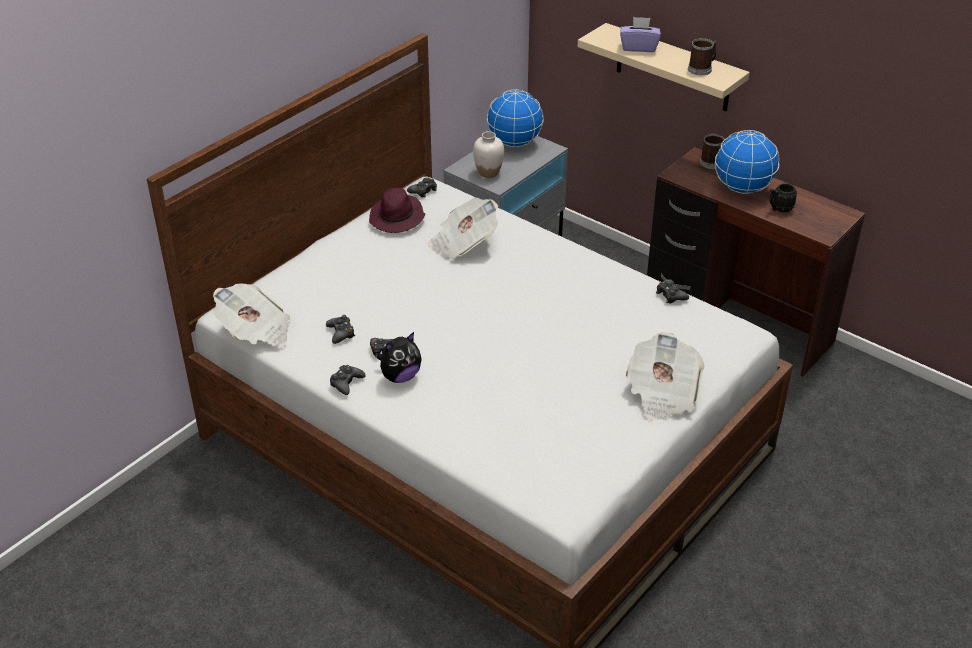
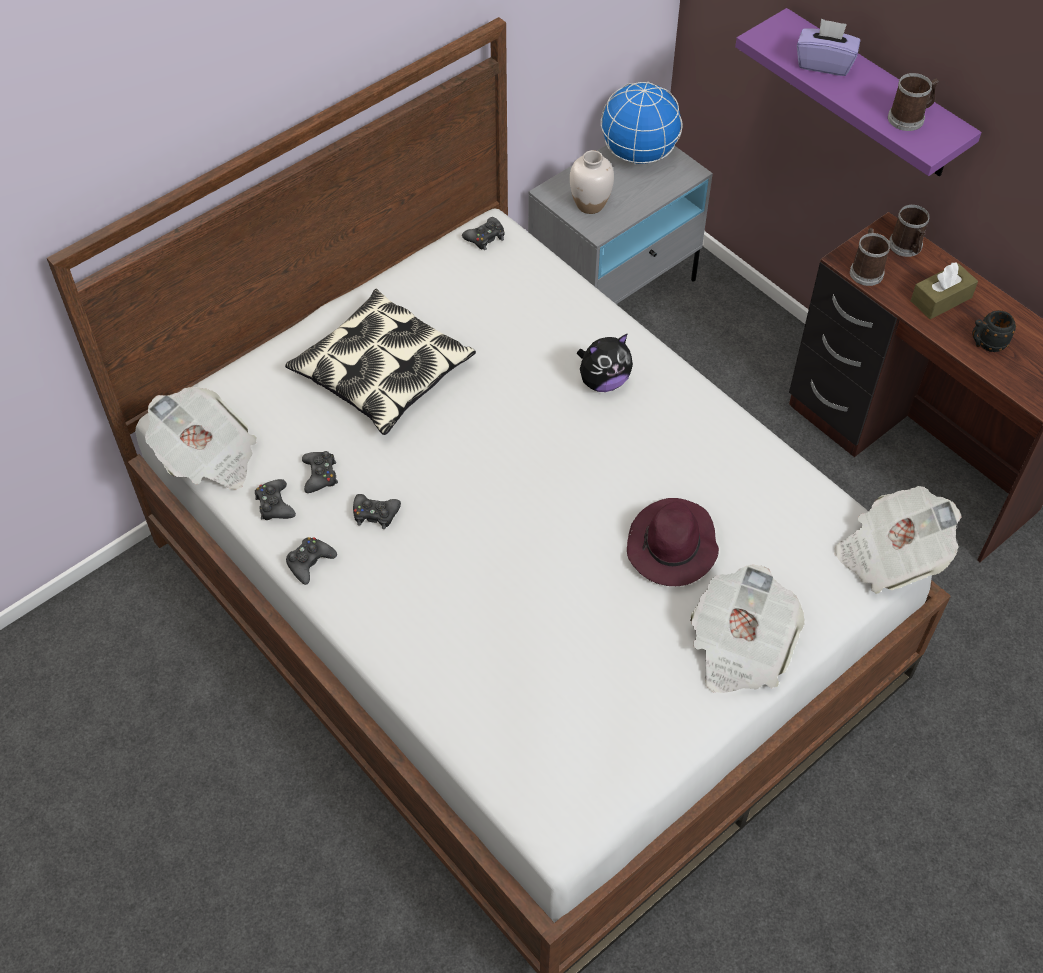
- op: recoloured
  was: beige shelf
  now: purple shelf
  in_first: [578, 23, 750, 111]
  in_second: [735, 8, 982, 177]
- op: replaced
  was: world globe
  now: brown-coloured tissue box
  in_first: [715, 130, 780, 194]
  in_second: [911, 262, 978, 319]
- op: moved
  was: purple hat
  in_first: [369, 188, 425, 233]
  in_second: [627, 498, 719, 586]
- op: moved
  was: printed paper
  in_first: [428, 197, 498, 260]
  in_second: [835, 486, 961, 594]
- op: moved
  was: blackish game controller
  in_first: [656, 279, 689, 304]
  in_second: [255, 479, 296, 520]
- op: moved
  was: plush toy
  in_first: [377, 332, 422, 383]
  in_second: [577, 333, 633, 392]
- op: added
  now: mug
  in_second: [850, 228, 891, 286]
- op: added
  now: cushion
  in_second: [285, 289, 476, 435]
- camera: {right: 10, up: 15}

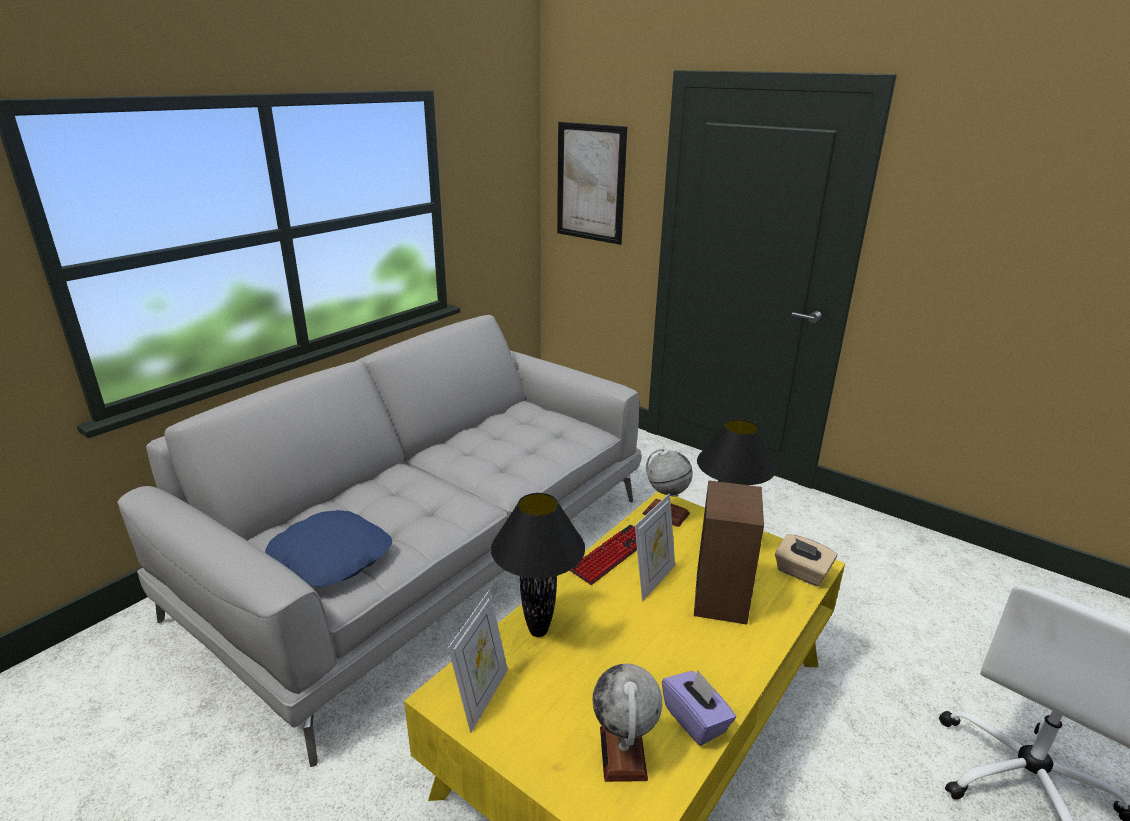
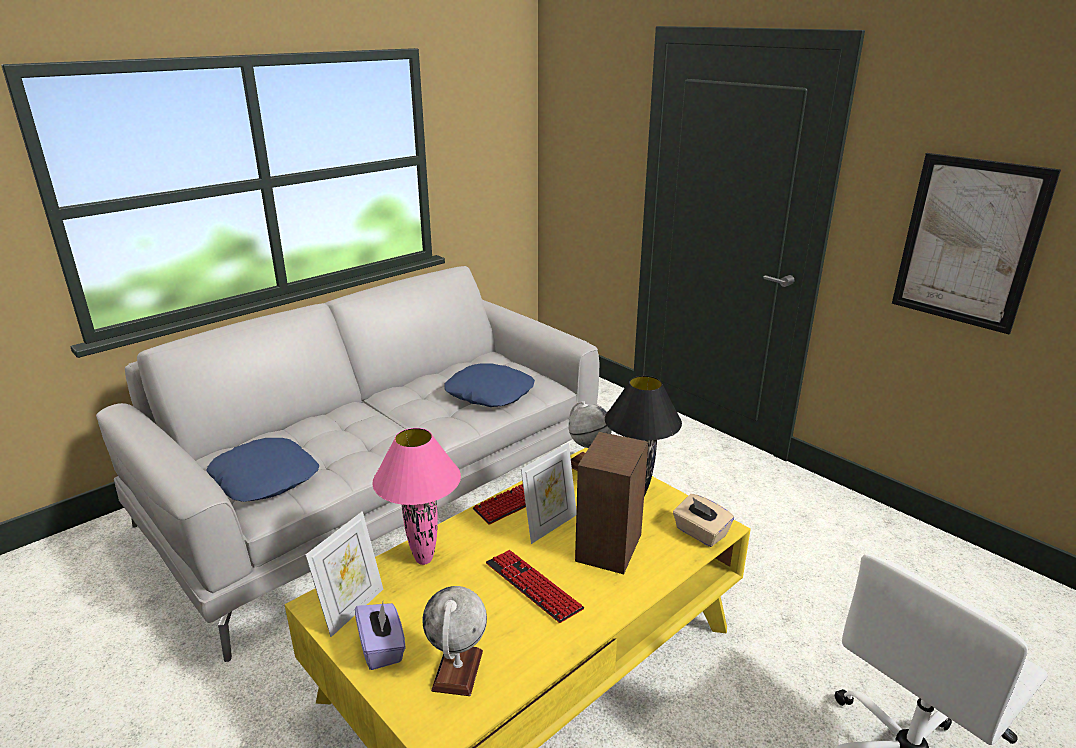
- op: moved
  was: picture
  in_first: [557, 122, 627, 245]
  in_second: [892, 153, 1061, 334]
- op: recoloured
  was: blackish tabletop lamp
  now: pinkish tabletop lamp
  in_first: [491, 493, 585, 637]
  in_second: [373, 428, 461, 565]
- op: moved
  was: purple tissue box
  in_first: [662, 670, 736, 746]
  in_second: [355, 602, 406, 670]
- op: added
  now: bluish cushion
  in_second: [444, 363, 535, 407]
- op: added
  now: PC keyboard
  in_second: [486, 550, 584, 623]
- camera: {right: 10, up: 0}

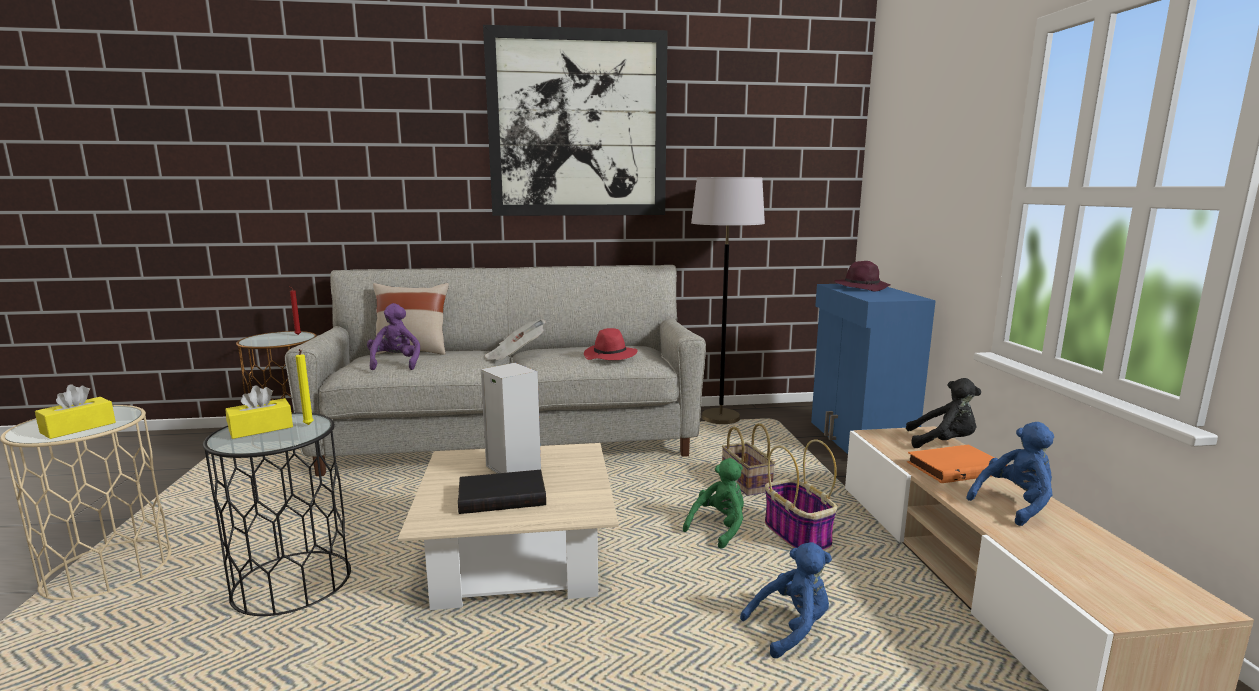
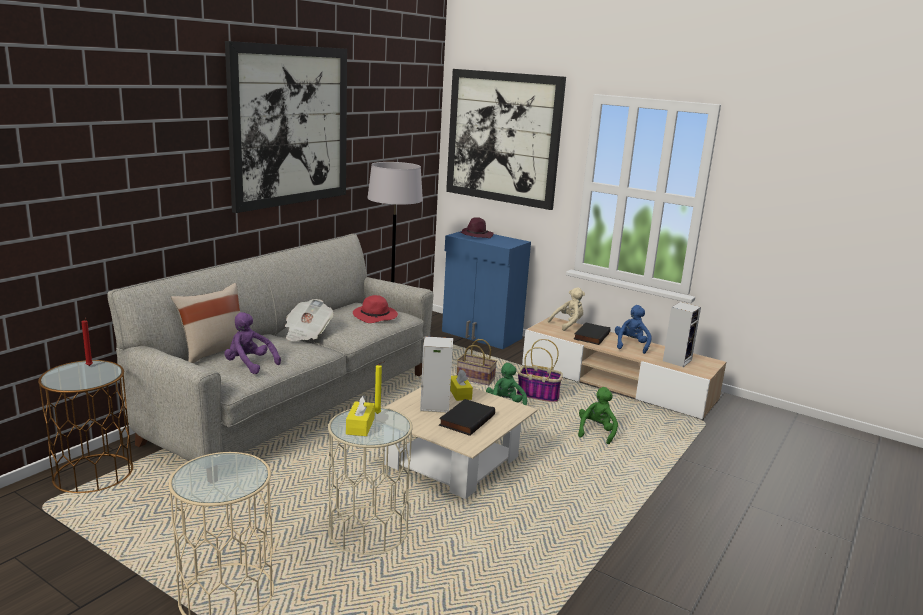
- op: recoloured
  was: blackish plush toy
  now: beige plush toy
  in_first: [906, 378, 981, 448]
  in_second: [548, 287, 585, 331]
- op: moved
  was: yellow tissue box
  in_first: [35, 384, 116, 439]
  in_second: [449, 369, 473, 401]
- op: recoloured
  was: blackish side table
  now: beige side table
  in_first: [203, 413, 351, 616]
  in_second: [328, 407, 413, 555]
- op: recoloured
  was: orange-coloured volume
  now: blackish volume
  in_first: [907, 445, 1007, 483]
  in_second: [574, 323, 611, 345]
- op: recoloured
  was: bluish plush toy
  now: green plush toy
  in_first: [740, 542, 832, 658]
  in_second: [578, 387, 618, 444]
- op: added
  now: picture
  in_second: [446, 69, 566, 210]
- op: added
  now: loudspeaker
  in_second: [663, 302, 701, 367]
- camera: {right: -50, up: 5}

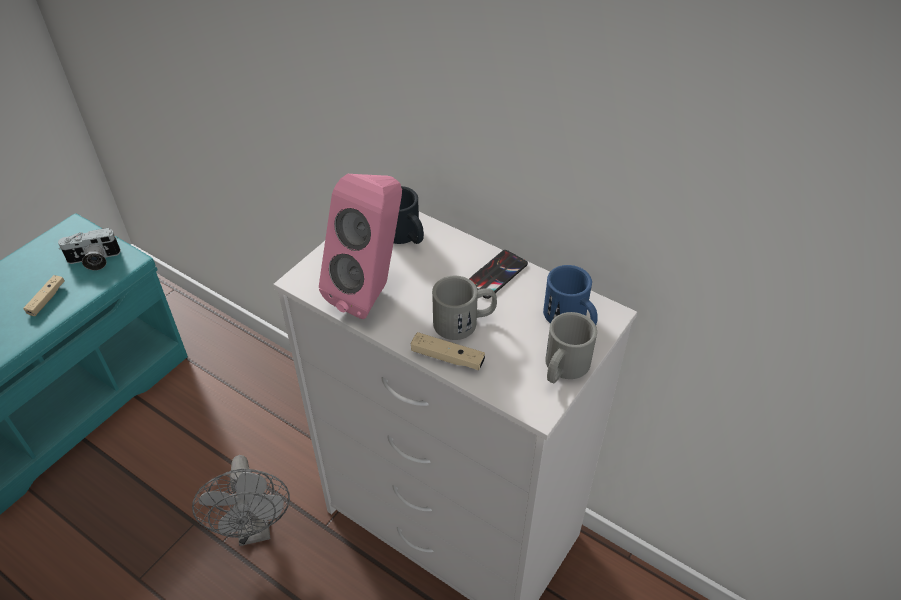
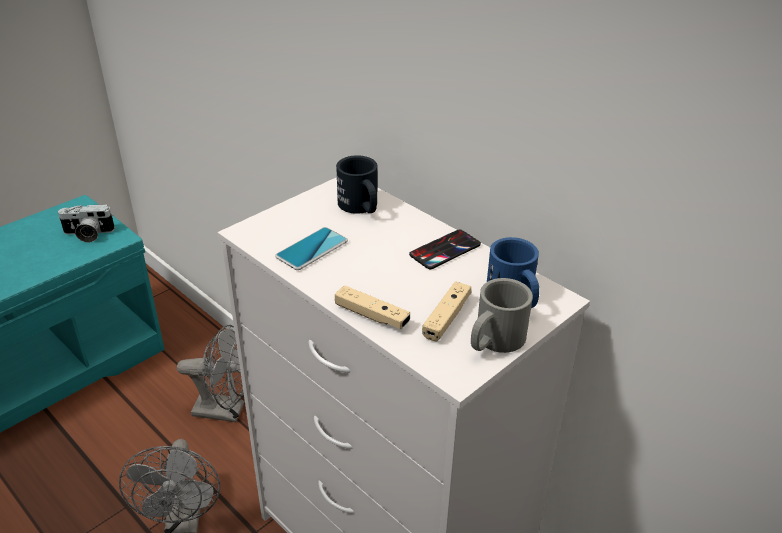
- op: replaced
  was: pinkish loudspeaker
  now: phone
  in_first: [319, 174, 402, 319]
  in_second: [275, 227, 348, 270]
- op: moved
  was: beige game controller
  in_first: [23, 275, 65, 316]
  in_second: [422, 281, 471, 341]
- op: removed
  was: greyish mug
  in_first: [432, 276, 497, 340]
- op: added
  now: greyish cooling fan
  in_second: [177, 325, 245, 422]
- camera: {right: 10, up: -10}

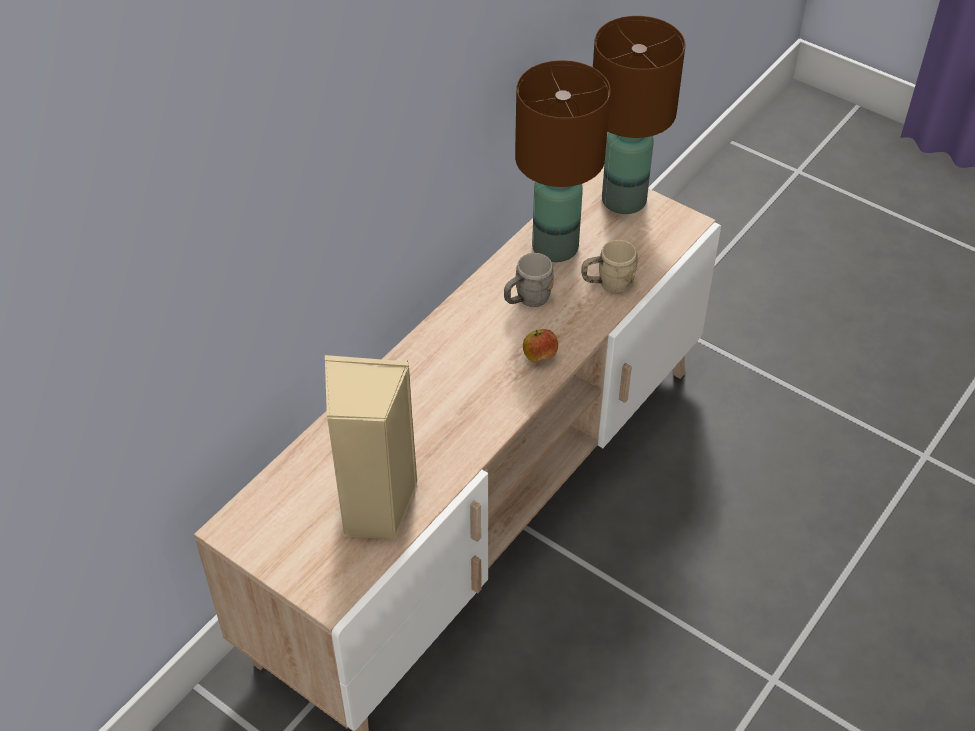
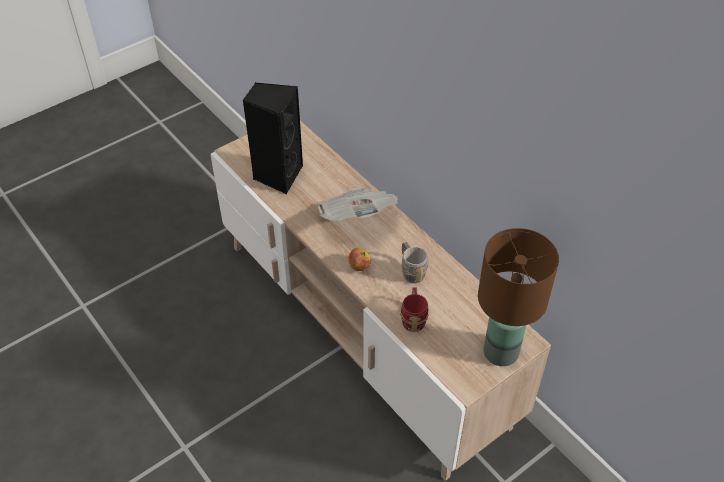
- op: removed
  was: brown-coloured tabletop lamp
  in_first: [515, 60, 611, 262]
- op: recoloured
  was: beige mug
  now: reddish mug
  in_first: [581, 240, 638, 294]
  in_second: [400, 287, 429, 332]
- op: recoloured
  was: beige loudspeaker
  now: blackish loudspeaker
  in_first: [325, 355, 418, 540]
  in_second: [242, 82, 303, 194]
- op: added
  now: printed paper
  in_second: [318, 186, 398, 221]
- camera: {right: 105, up: 0}

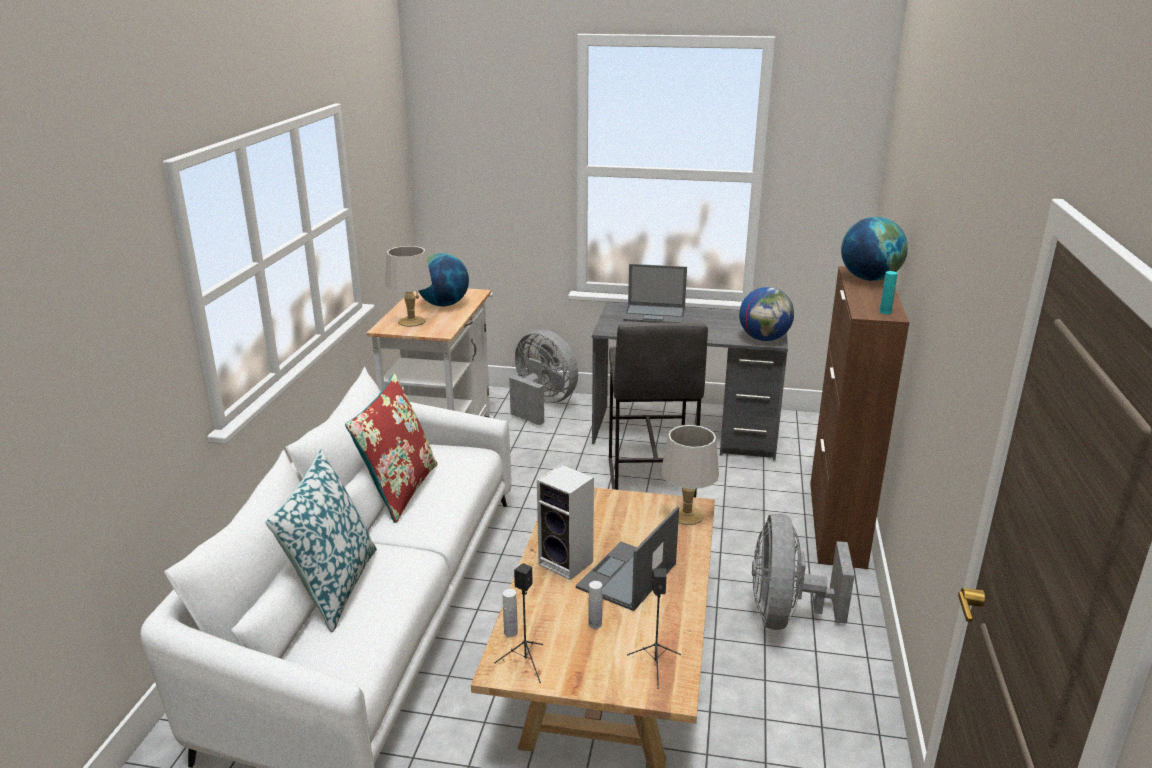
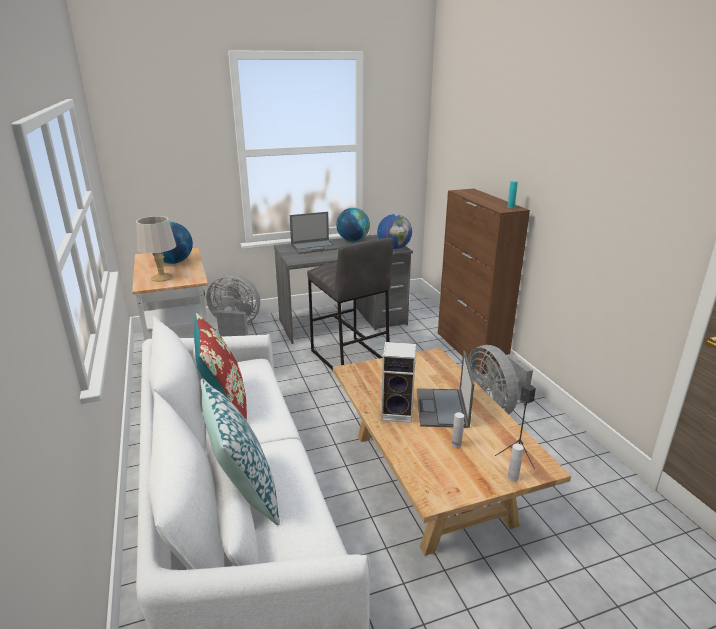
- op: moved
  was: world globe
  in_first: [841, 217, 908, 281]
  in_second: [336, 208, 370, 242]
- op: removed
  was: greyish tabletop lamp
  in_first: [661, 425, 719, 525]
- op: removed
  was: blackish loudspeaker
  in_first: [494, 563, 543, 683]
- op: moved
  was: whitish drink bottle
  in_first: [503, 589, 518, 637]
  in_second: [508, 443, 524, 482]
- camera: {right: -30, up: 0}

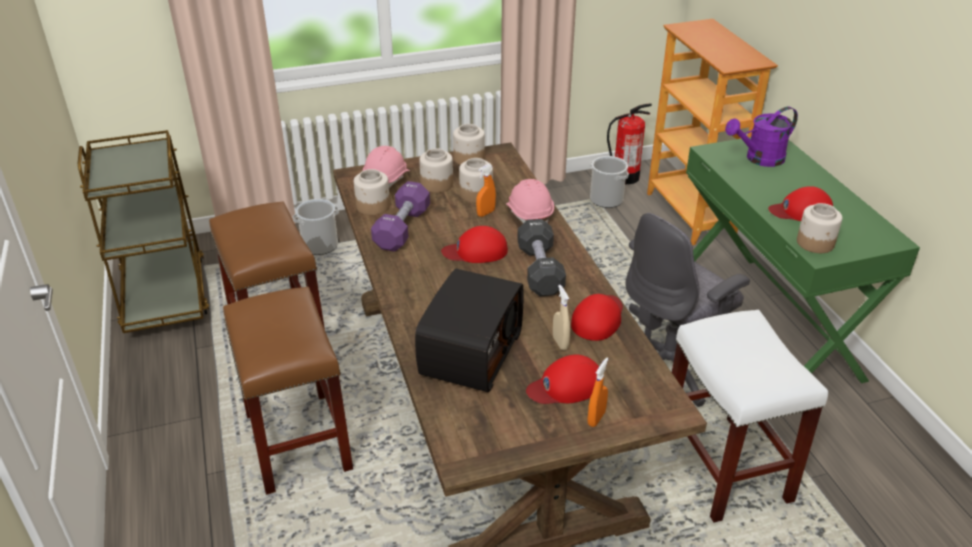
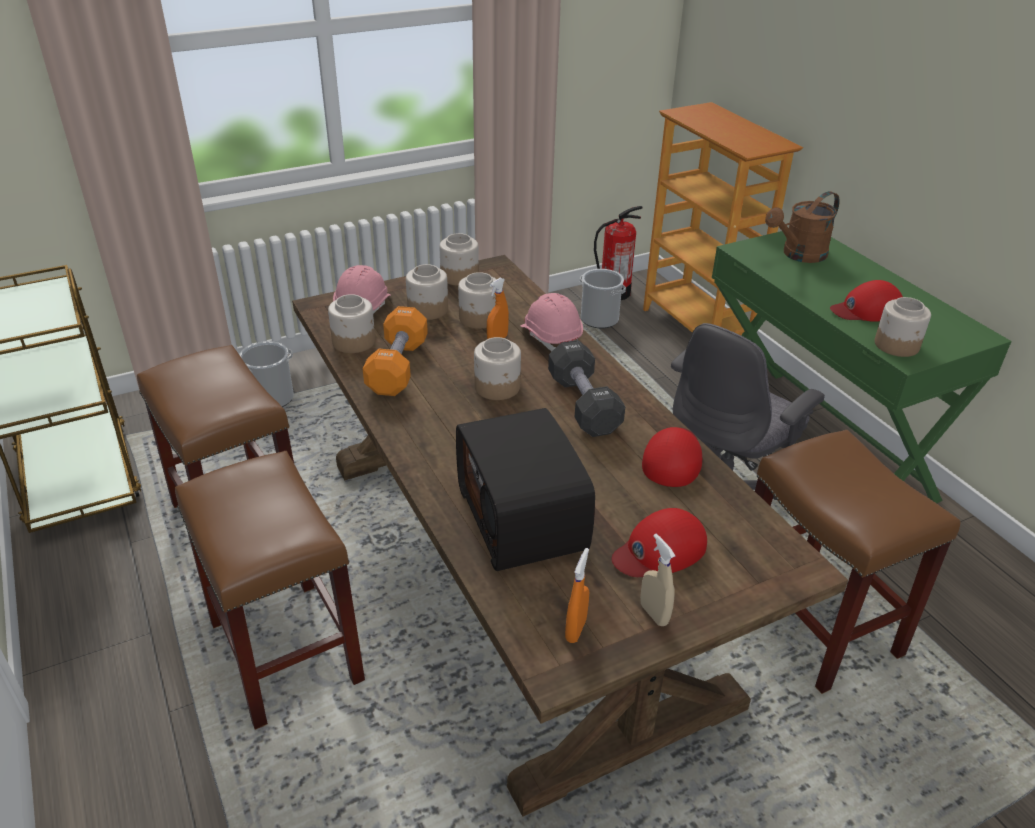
- op: recoloured
  was: purple sprinkling can
  now: brown-coloured sprinkling can
  in_first: [725, 107, 798, 167]
  in_second: [765, 191, 840, 263]
- op: recoloured
  was: purple free weight
  now: orange-coloured free weight
  in_first: [371, 181, 430, 252]
  in_second: [363, 306, 428, 396]
- op: replaced
  was: reddish baseball cap
  now: storage jar
  in_first: [441, 226, 508, 263]
  in_second: [474, 337, 521, 400]
- op: turned
  was: radio
  in_first: [415, 269, 523, 392]
  in_second: [456, 408, 595, 571]
  clockwise: 150
- op: moved
  was: beige spray bottle
  in_first: [553, 285, 570, 350]
  in_second: [640, 534, 675, 626]
- op: recoloured
  was: whitish sitting stool
  now: brown-coloured sitting stool
  in_first: [672, 310, 828, 523]
  in_second: [755, 430, 960, 694]
- op: moved
  was: orange-coloured spray bottle
  in_first: [587, 357, 608, 427]
  in_second: [565, 548, 589, 643]
- camera: {right: -10, up: 0}

